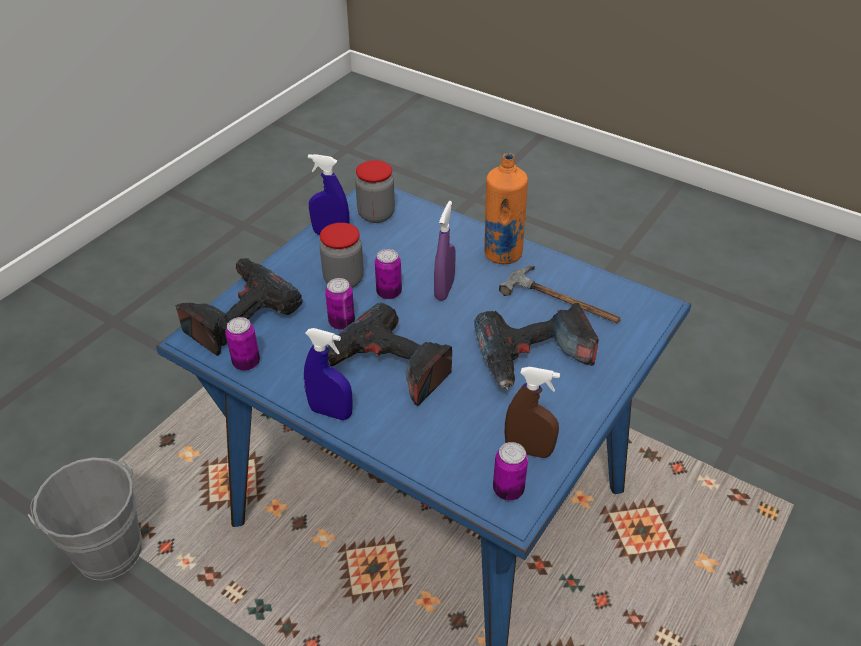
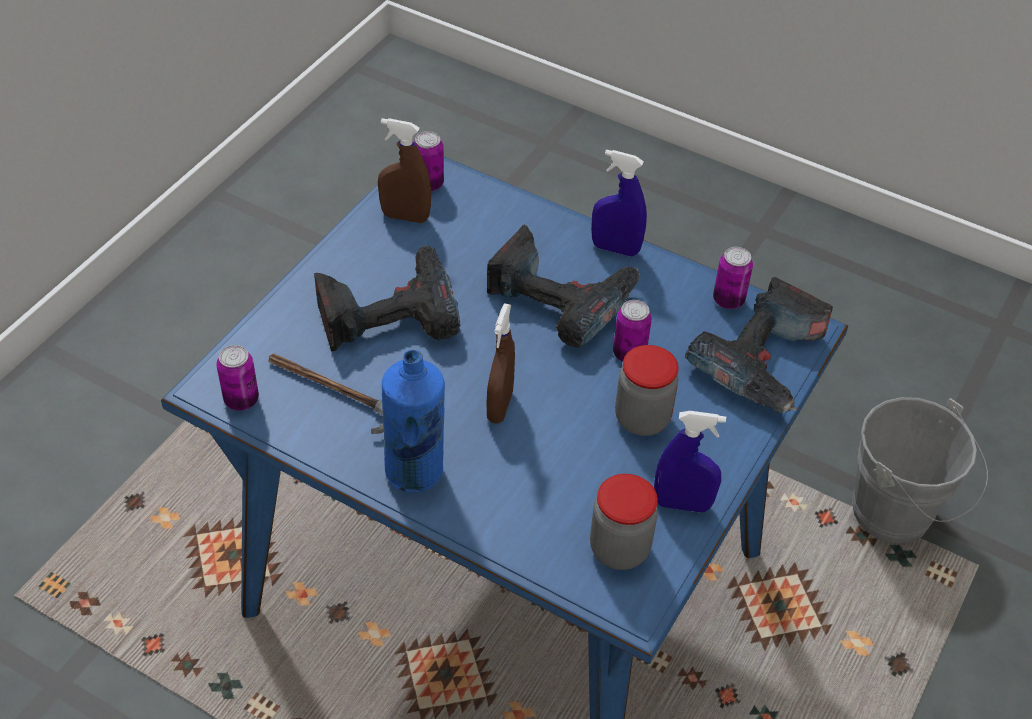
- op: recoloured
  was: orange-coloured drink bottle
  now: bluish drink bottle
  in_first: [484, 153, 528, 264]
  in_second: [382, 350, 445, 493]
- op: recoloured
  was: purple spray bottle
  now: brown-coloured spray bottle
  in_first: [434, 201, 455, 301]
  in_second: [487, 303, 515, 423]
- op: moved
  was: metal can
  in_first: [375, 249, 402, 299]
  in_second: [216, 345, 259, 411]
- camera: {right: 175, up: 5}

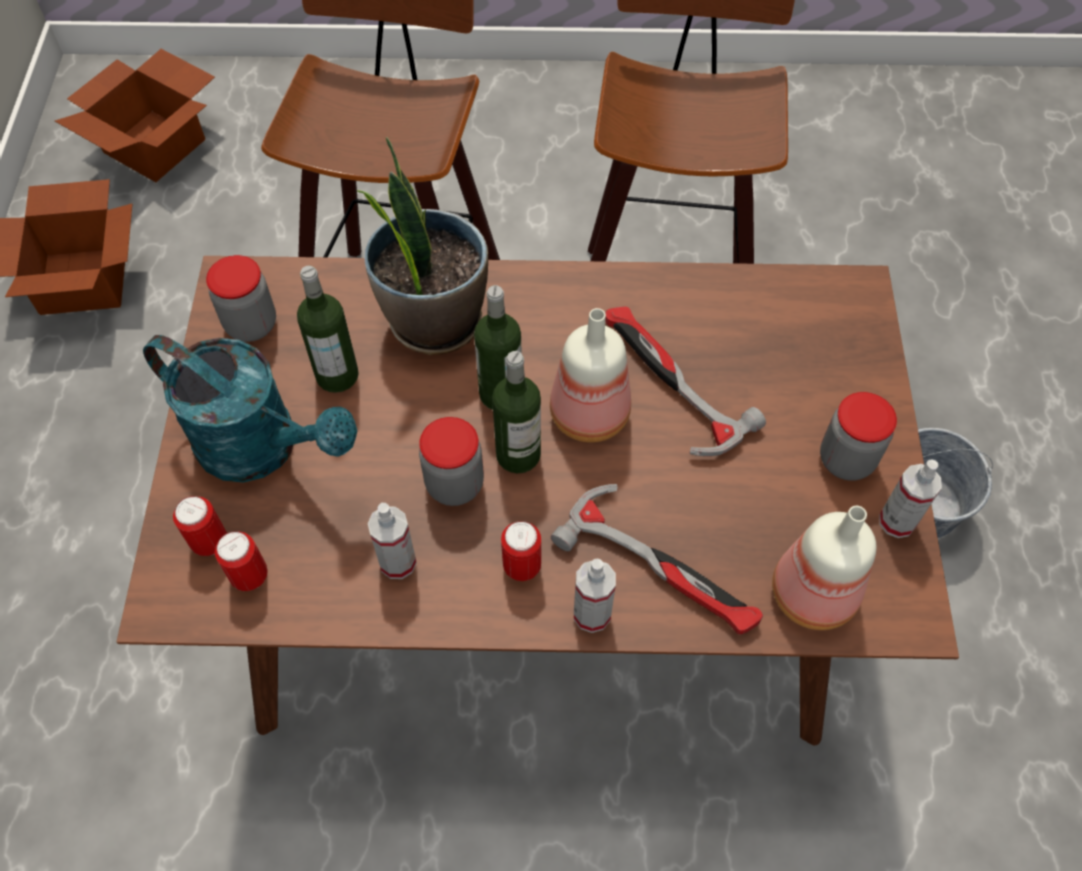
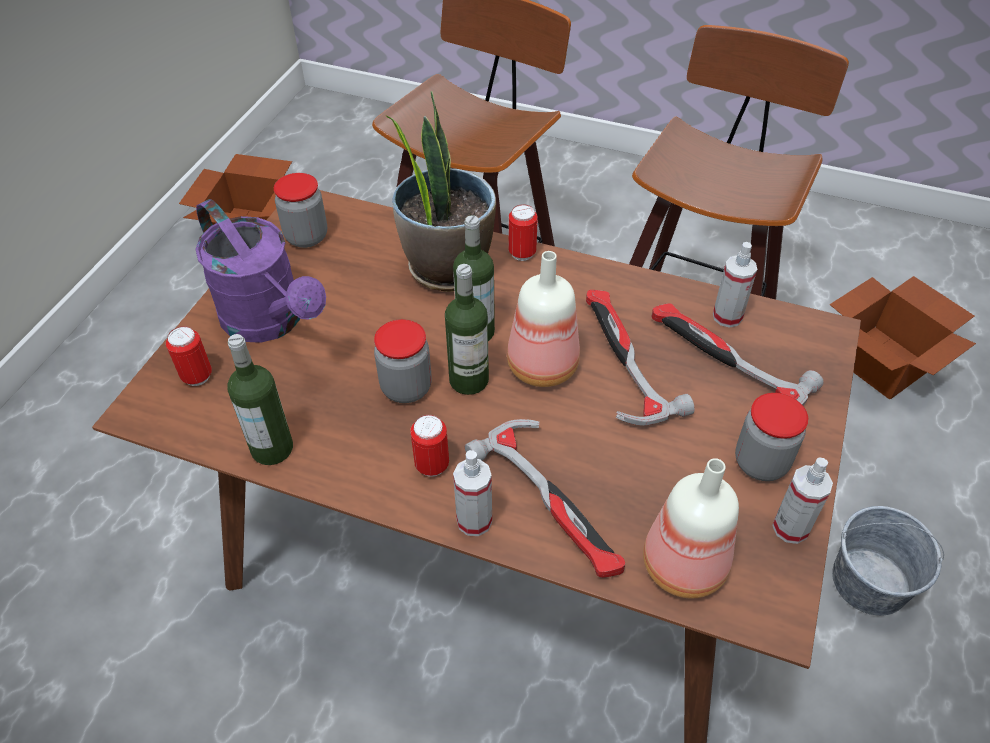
- op: moved
  was: carton
  in_first: [55, 49, 215, 182]
  in_second: [830, 276, 976, 400]
- op: moved
  was: drink bottle
  in_first: [297, 265, 359, 393]
  in_second: [227, 334, 293, 465]
- op: recoloured
  was: turquoise-coloured sprinkling can
  now: purple sprinkling can
  in_first: [143, 335, 357, 483]
  in_second: [195, 199, 326, 343]
- op: moved
  was: spray bottle
  in_first: [368, 503, 417, 579]
  in_second: [713, 242, 757, 328]
- op: moved
  was: metal can
  in_first: [215, 531, 268, 591]
  in_second: [508, 205, 537, 261]
- op: added
  now: hammer
  in_second: [651, 303, 824, 405]
- camera: {right: 20, up: -10}

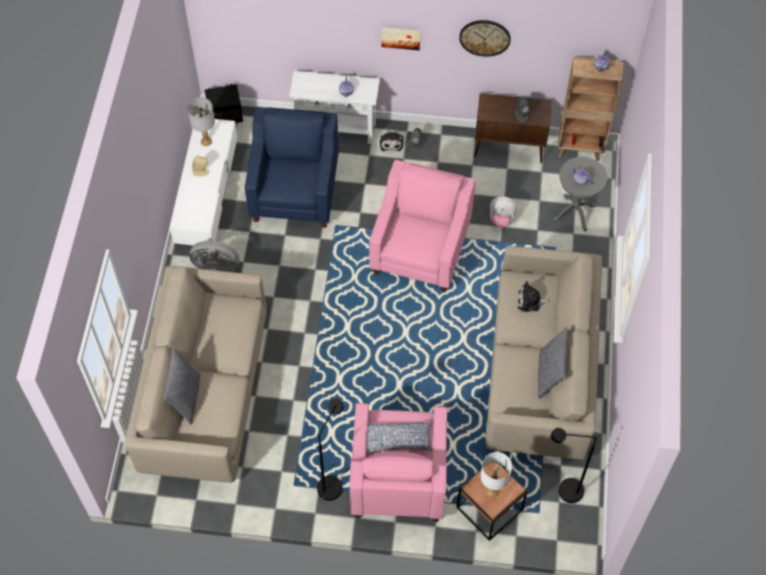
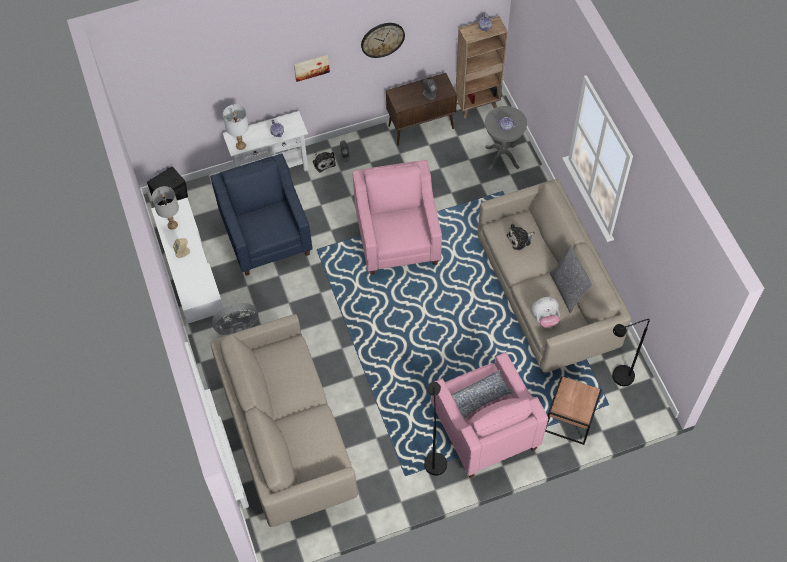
- op: moved
  was: plush toy
  in_first: [490, 196, 517, 227]
  in_second: [532, 297, 560, 327]
- op: removed
  was: greyish cushion
  in_first: [164, 348, 201, 425]
- op: moved
  was: whitish tabletop lamp
  in_first: [481, 452, 512, 497]
  in_second: [223, 104, 249, 150]
- camera: {right: -25, up: 0}

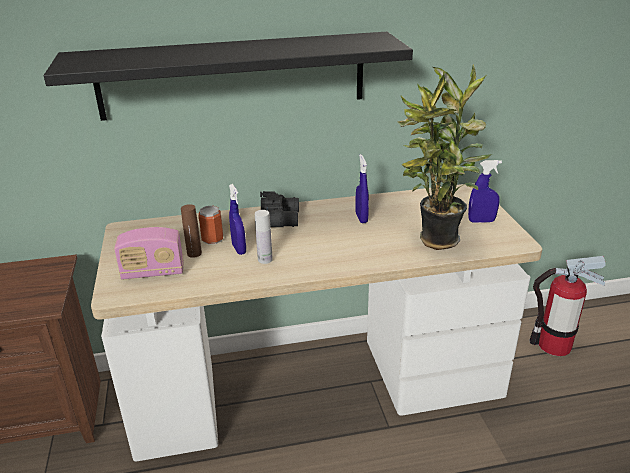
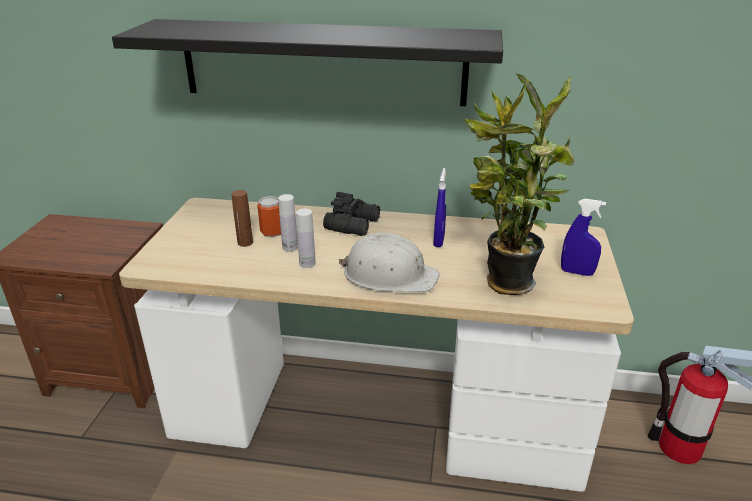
- op: replaced
  was: bluish spray bottle
  now: whitish drink bottle
  in_first: [229, 184, 246, 255]
  in_second: [278, 194, 298, 252]
- op: removed
  was: radio
  in_first: [114, 227, 184, 279]
- op: added
  now: whitish work helmet
  in_second: [339, 232, 439, 292]
- camera: {right: 20, up: 0}

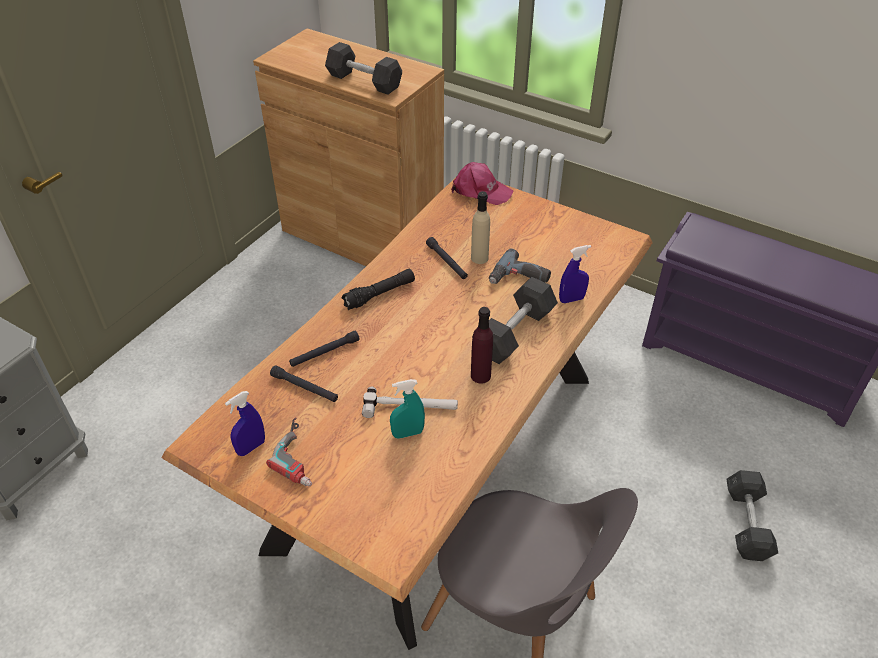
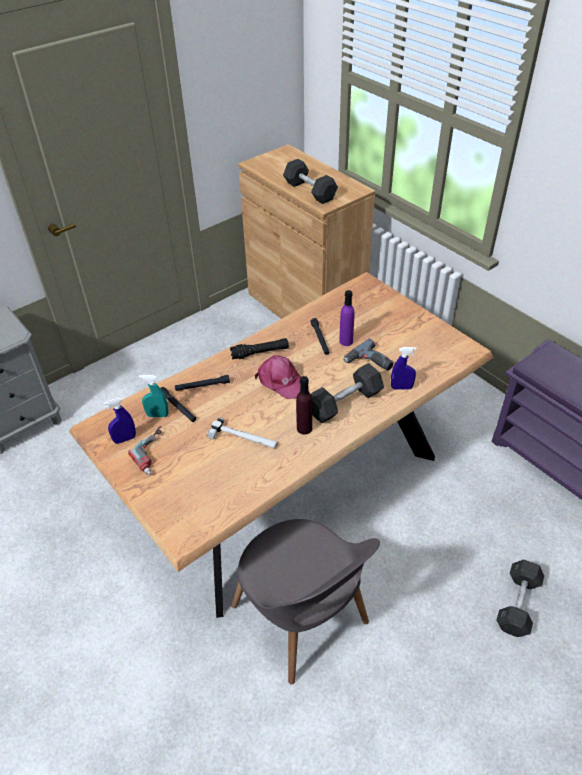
- op: moved
  was: pinkish baseball cap
  in_first: [451, 162, 513, 205]
  in_second: [255, 355, 309, 399]
- op: recoloured
  was: beige drink bottle
  now: purple drink bottle
  in_first: [471, 191, 490, 264]
  in_second: [339, 290, 355, 346]
- op: moved
  was: turquoise-coloured spray bottle
  in_first: [390, 379, 425, 439]
  in_second: [139, 375, 168, 417]
- camera: {right: 20, up: 0}

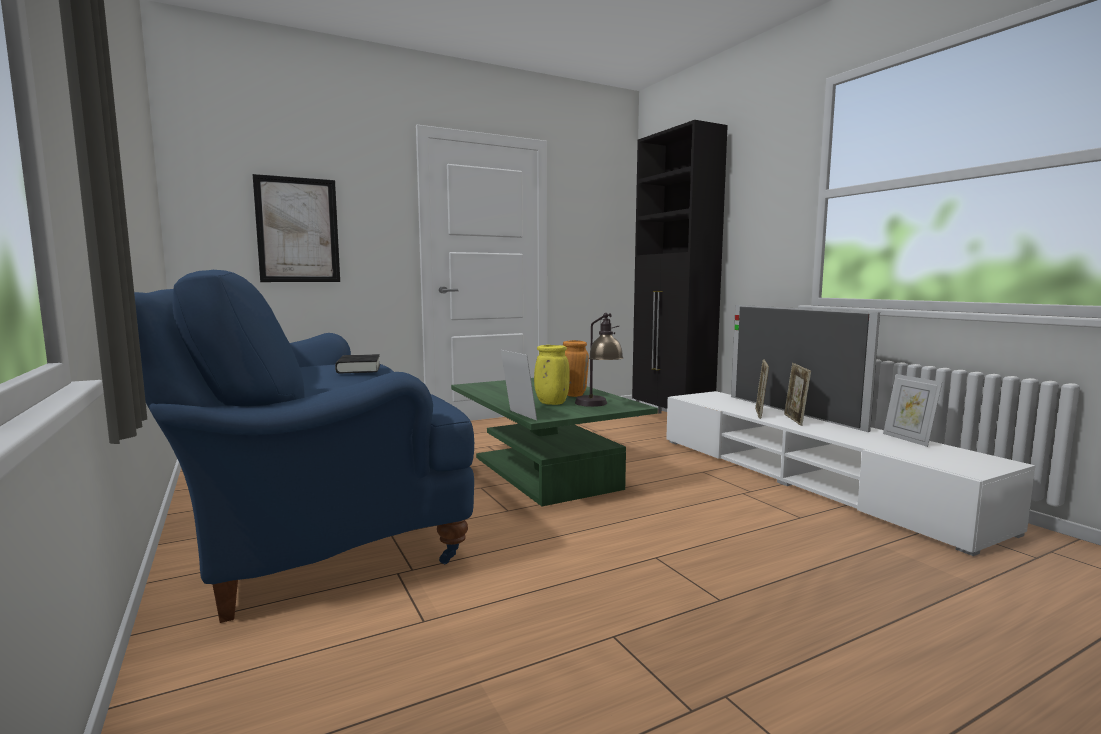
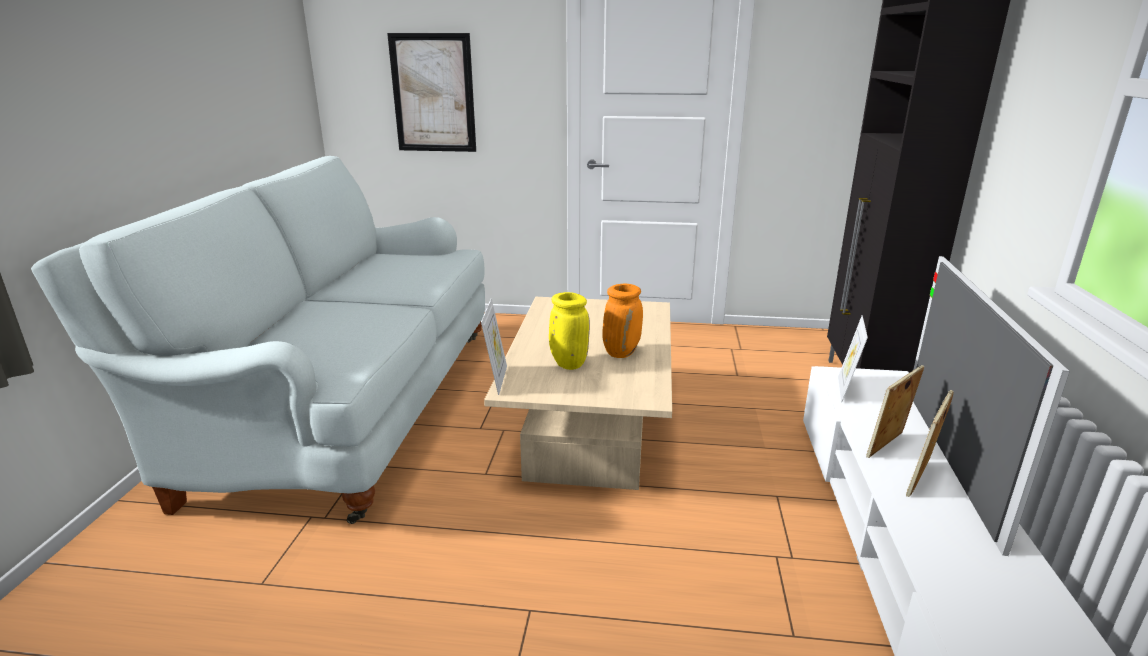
- op: recoloured
  was: bluish couch
  now: whitish couch
  in_first: [134, 270, 474, 623]
  in_second: [31, 156, 485, 524]
- op: removed
  was: tabletop lamp
  in_first: [575, 313, 623, 407]
- op: removed
  was: blackish volume
  in_first: [335, 354, 380, 374]
- op: moved
  was: picture frame
  in_first: [883, 374, 942, 447]
  in_second: [838, 315, 868, 403]
- op: recoloured
  was: green coffee table
  now: beige coffee table
  in_first: [451, 378, 658, 506]
  in_second: [484, 297, 672, 490]
- camera: {right: 35, up: 15}

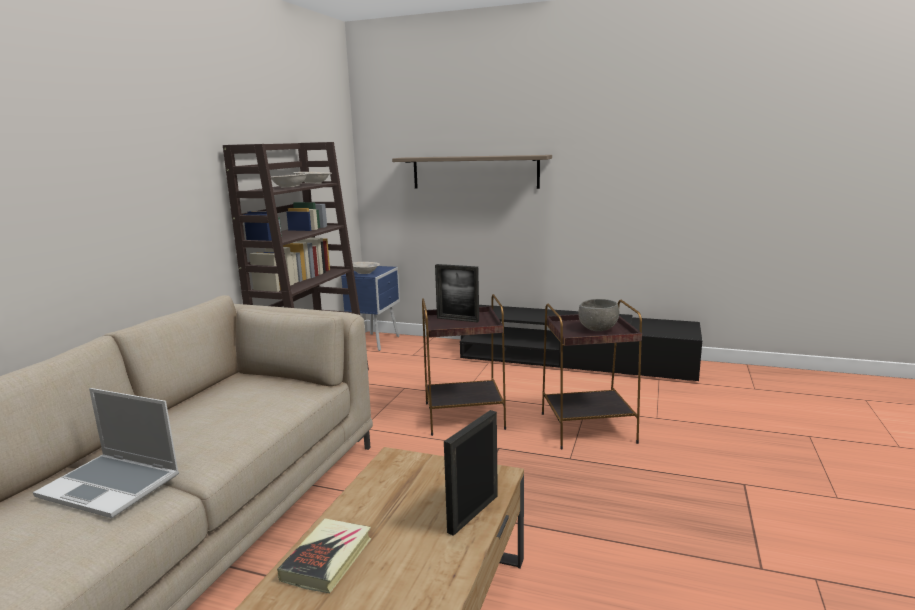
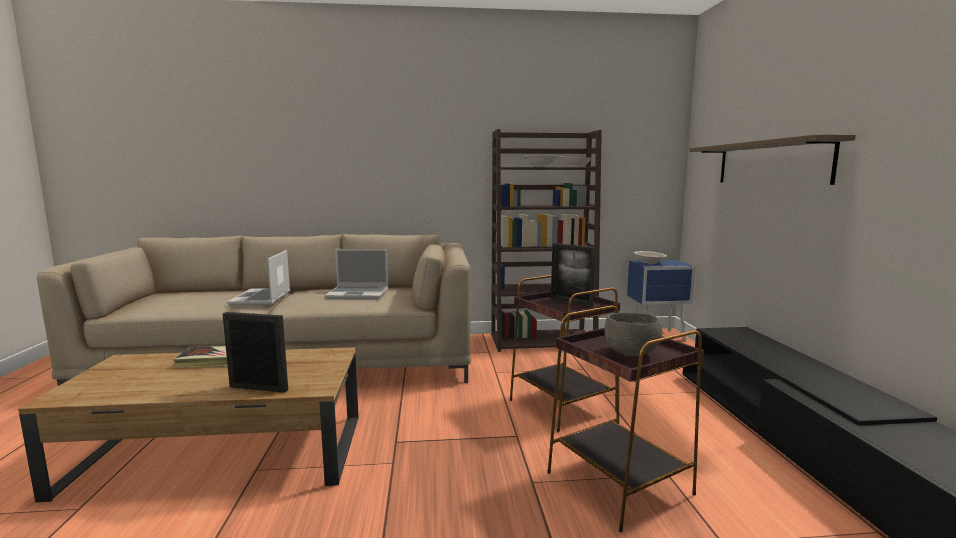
- op: turned
  was: picture frame
  in_first: [435, 264, 479, 322]
  in_second: [551, 243, 596, 308]
  clockwise: -45
- op: added
  now: notebook computer
  in_second: [325, 249, 388, 299]
- camera: {right: 65, up: -5}

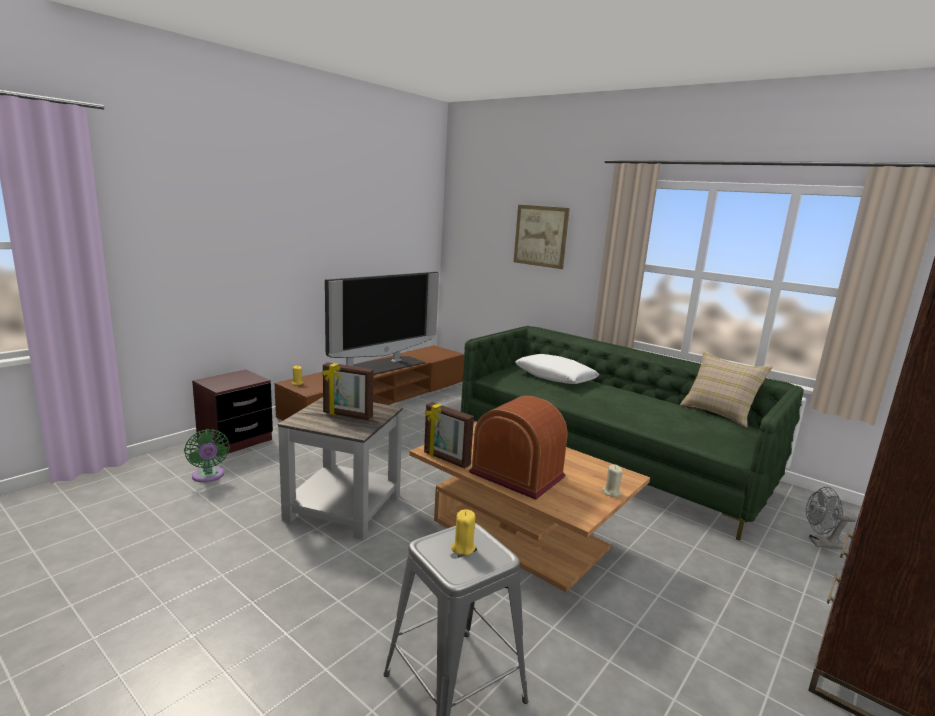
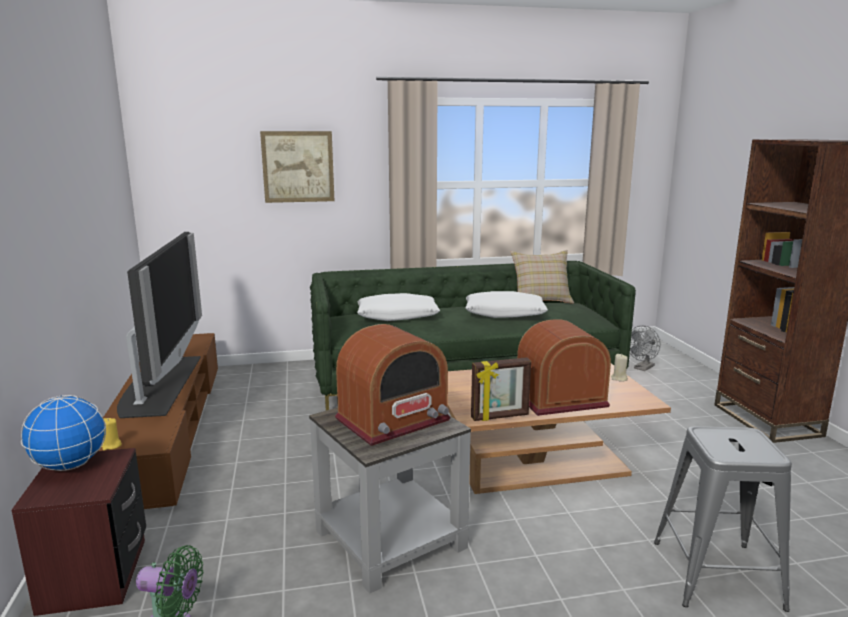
- op: replaced
  was: picture frame
  now: radio
  in_first: [322, 362, 373, 420]
  in_second: [335, 324, 451, 446]
- op: removed
  was: yellow candle
  in_first: [451, 510, 476, 555]
- op: added
  now: whitish cushion
  in_second: [465, 291, 548, 318]
- op: added
  now: world globe
  in_second: [21, 395, 106, 471]
- camera: {right: -50, up: 0}

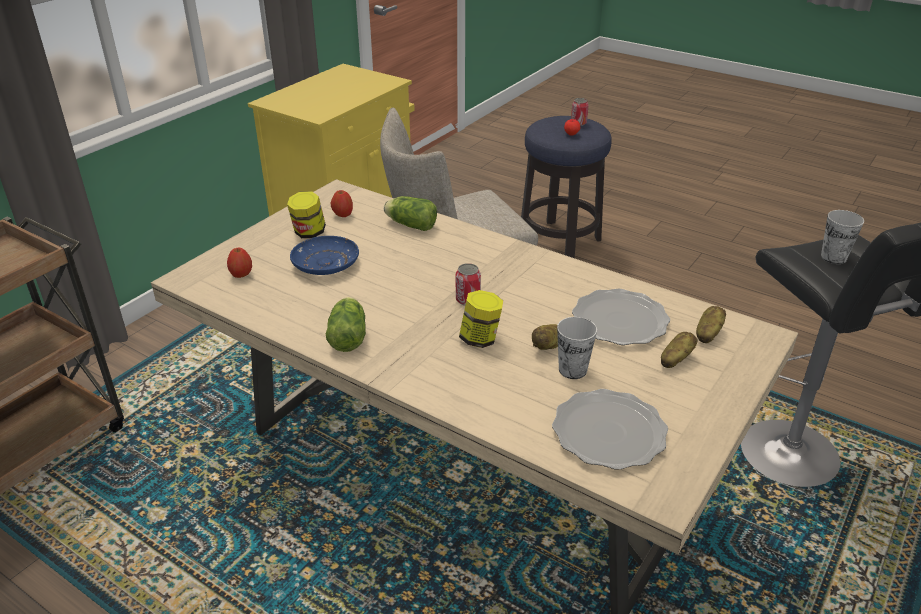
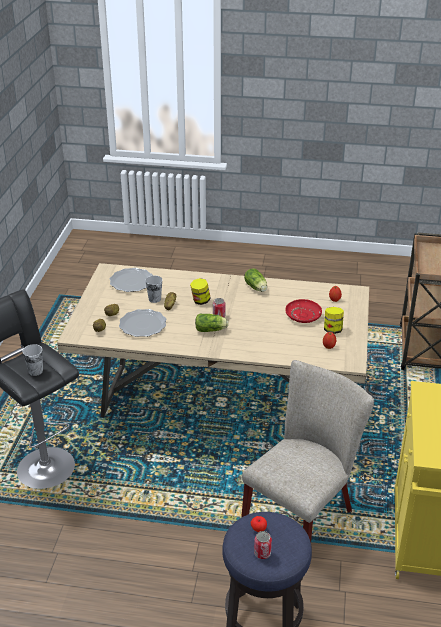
- op: moved
  was: lettuce head
  in_first: [384, 196, 437, 231]
  in_second: [195, 314, 229, 332]
- op: recoloured
  was: bluish plate
  now: reddish plate
  in_first: [290, 236, 359, 275]
  in_second: [285, 299, 322, 323]
- camera: {right: 155, up: 0}

